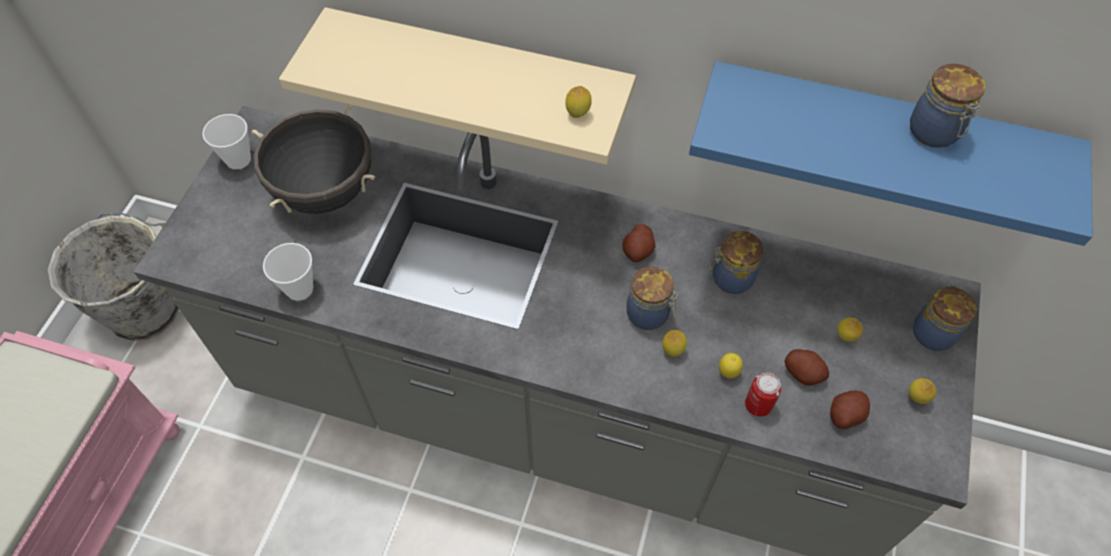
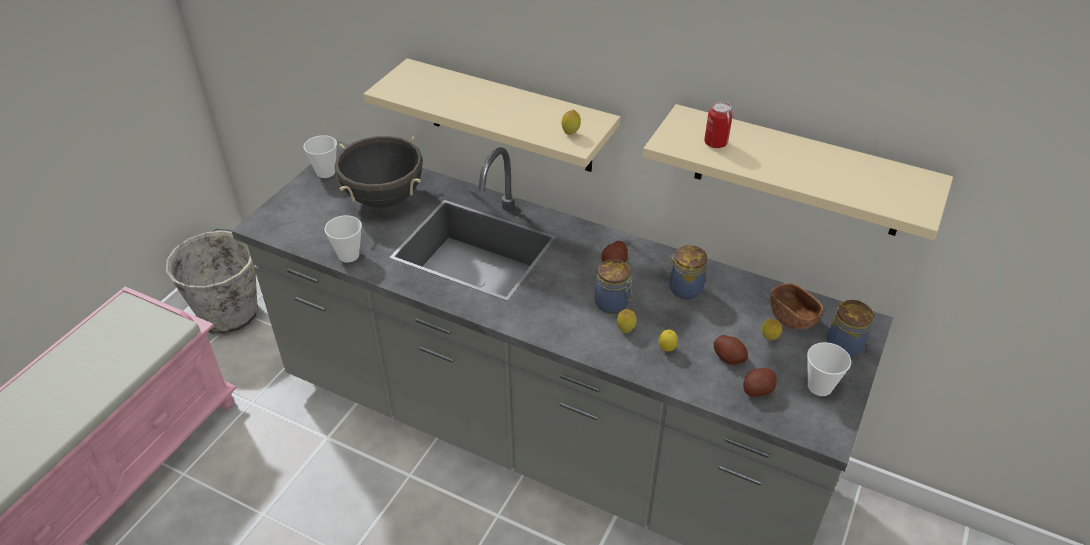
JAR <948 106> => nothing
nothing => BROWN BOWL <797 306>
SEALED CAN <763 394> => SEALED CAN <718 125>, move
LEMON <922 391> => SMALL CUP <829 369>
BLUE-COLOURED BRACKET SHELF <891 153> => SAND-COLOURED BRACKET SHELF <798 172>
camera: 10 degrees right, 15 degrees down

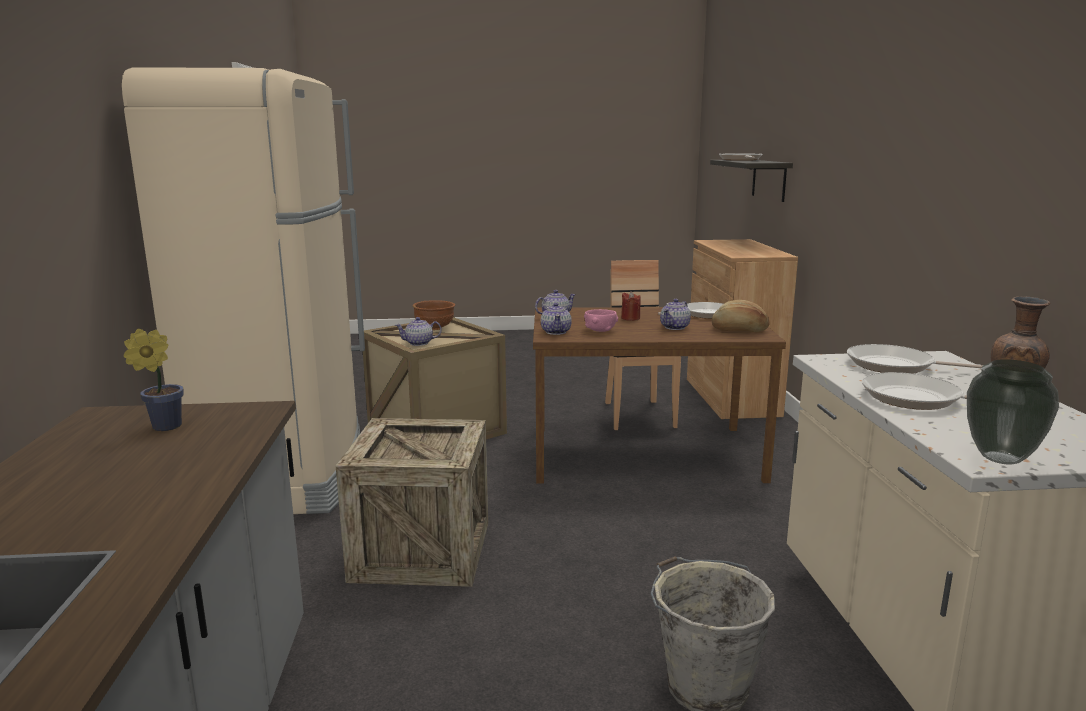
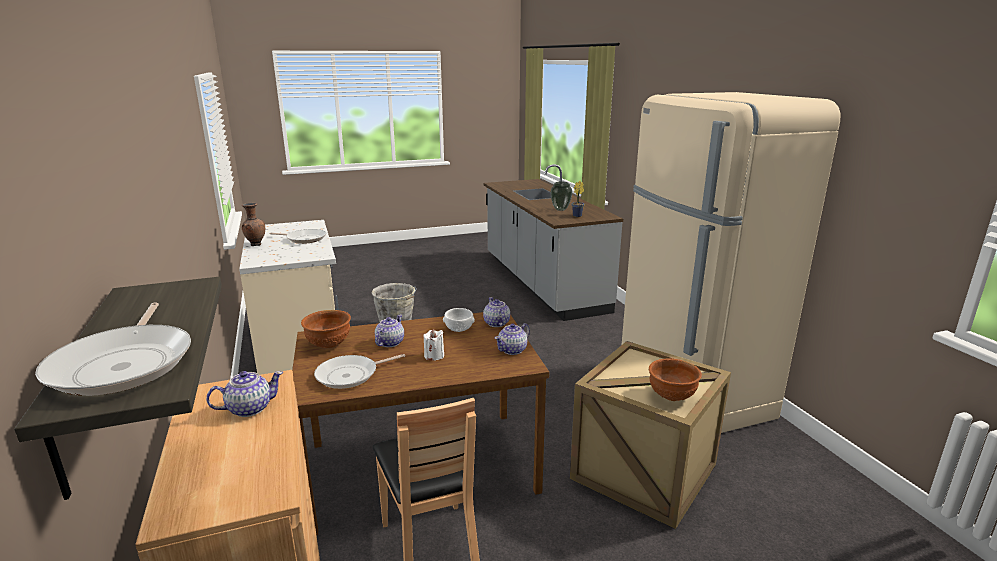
CRATE <412 502> => nothing
SKILLET <915 359> => nothing
TEA POT <418 331> => TEA POT <244 394>, move
FLOWER VASE <1013 411> => FLOWER VASE <561 196>, move
BREAD <741 316> => BROWN BOWL <326 329>
PINK-COLOURED BOWL <601 320> => WHITE-COLOURED BOWL <459 320>
RED WAX LIGHT <631 306> => WHITE-COLOURED WAX LIGHT <434 344>
camera: 165 degrees right, 5 degrees up

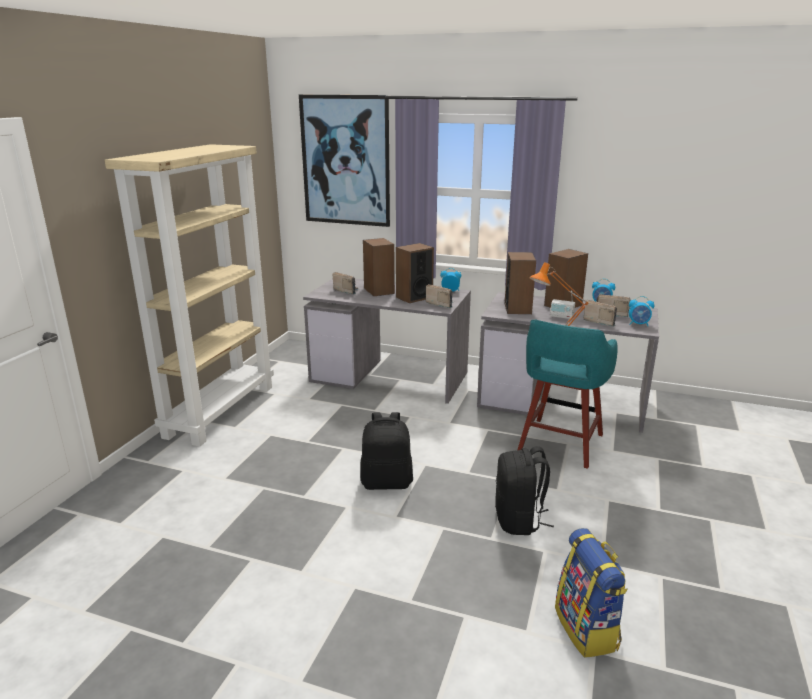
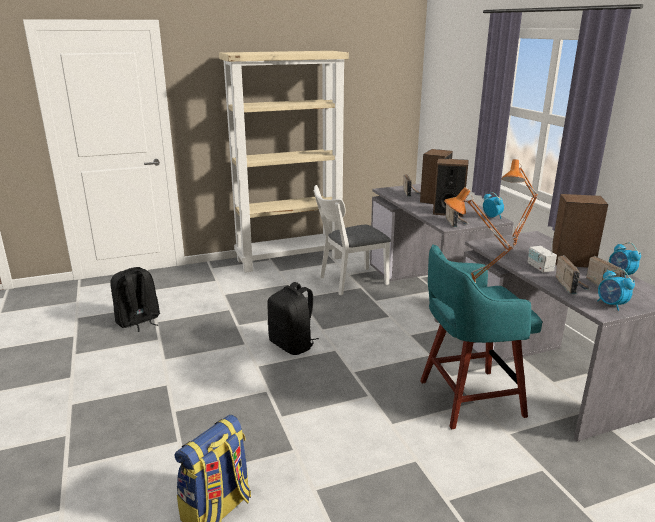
PICTURE <344 161> => nothing
nothing => WHITE-COLOURED PLAIN CHAIR <352 240>
BLACK KNAPSACK <524 490> => BLACK KNAPSACK <135 299>, move
SPEAKER <520 283> => ORANGE TABLETOP LAMP <520 203>
camera: 50 degrees right, 0 degrees up

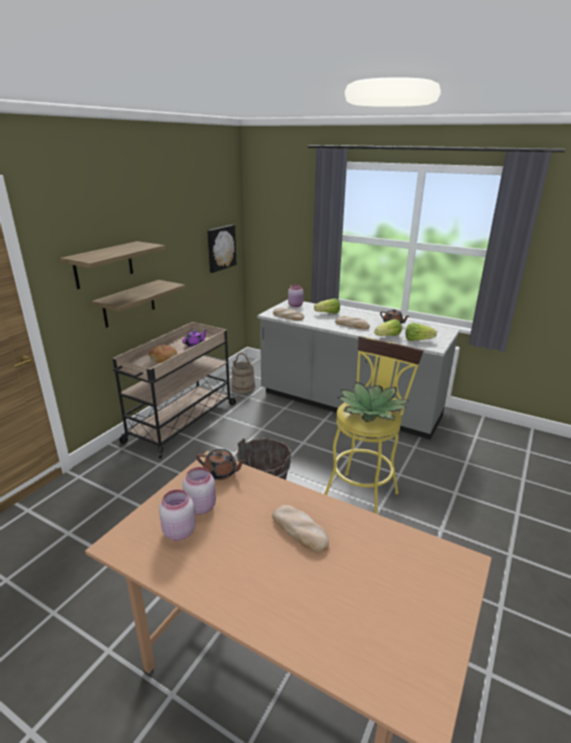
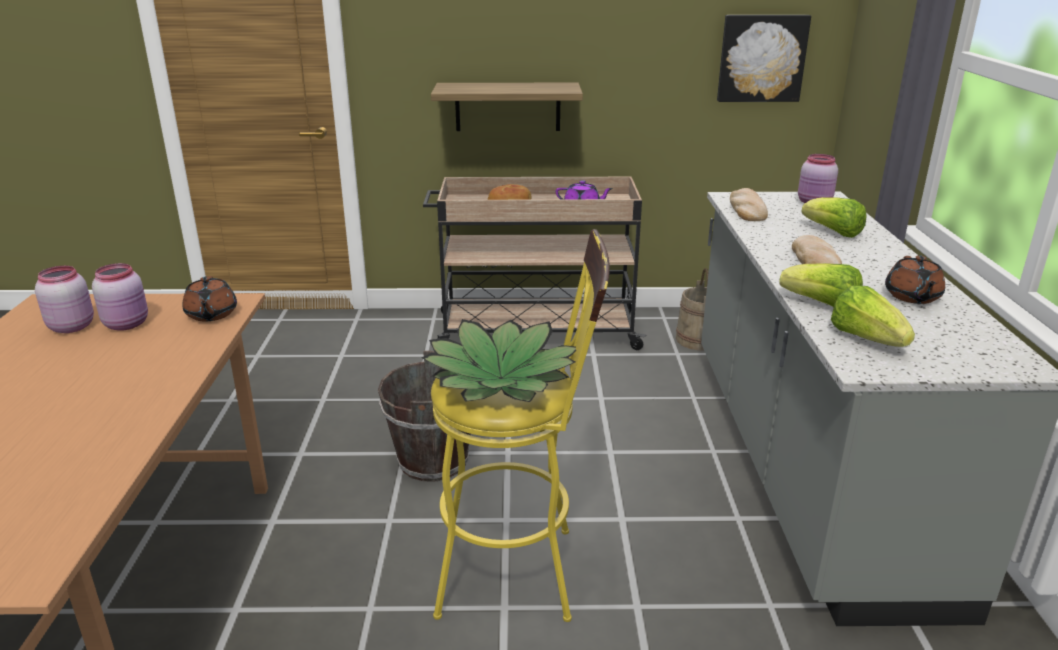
BRACKET SHELF <112 265> => nothing
BREAD <300 529> => nothing
camera: 60 degrees right, 0 degrees up

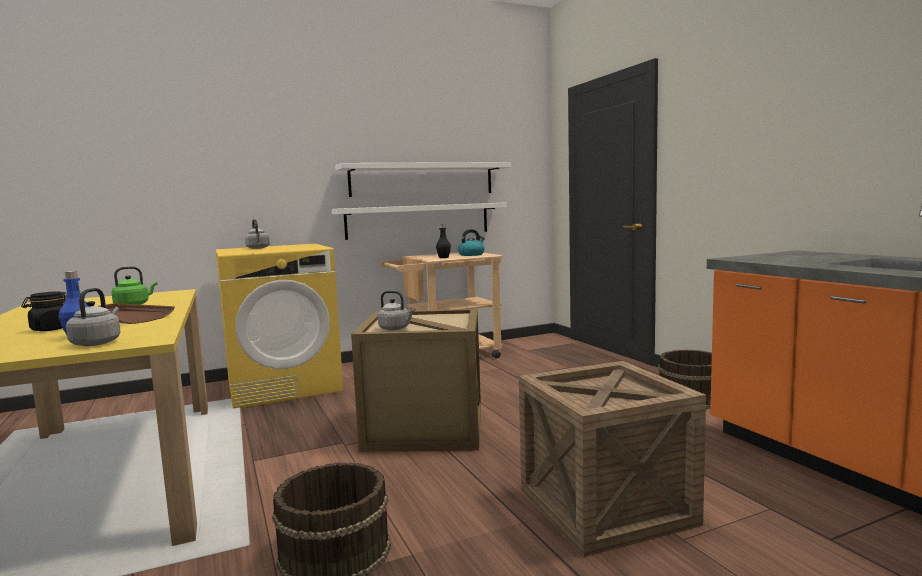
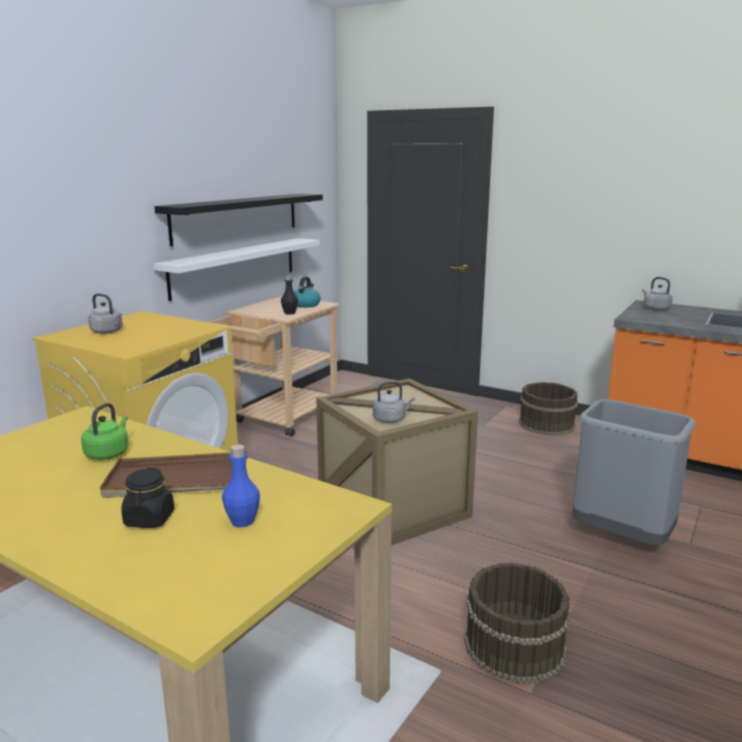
GRAY KETTLE <93 317> => GRAY KETTLE <657 294>, move
CRATE <612 459> => GRAY TRASH CAN <634 472>
WHITE-COLOURED BRACKET SHELF <423 179> => BLACK BRACKET SHELF <238 220>
camera: 35 degrees left, 10 degrees up

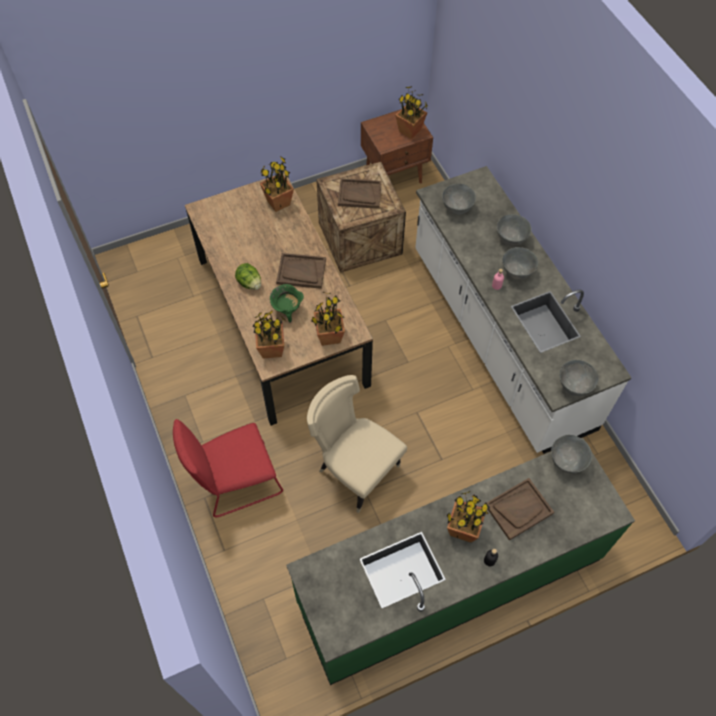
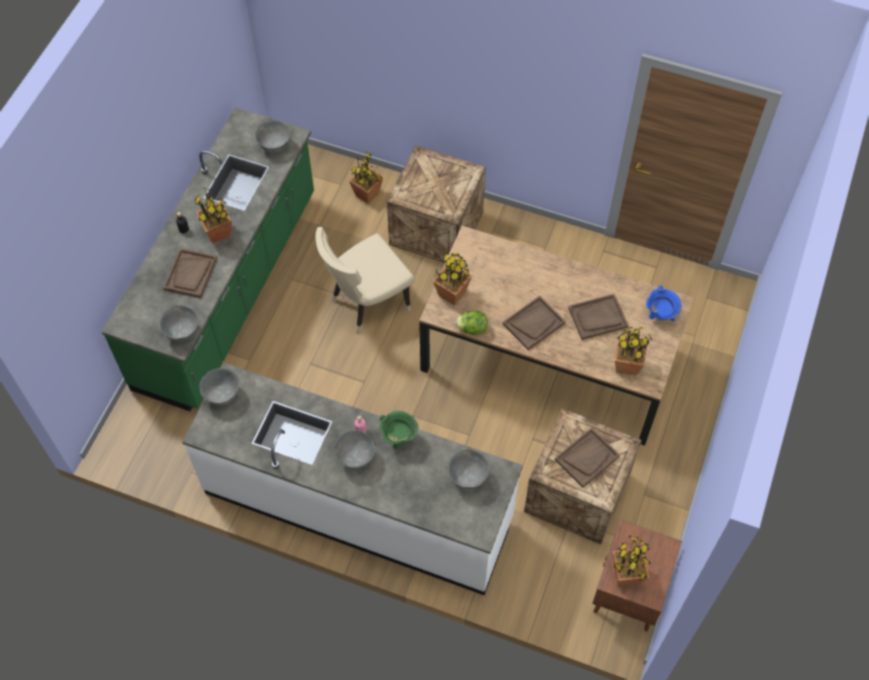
nothing => BROWN SERVING TRAY <598 317>
nothing => BLUE-COLOURED COOKING POT <664 303>
HEAD OF LETTUCE <248 276> => HEAD OF LETTUCE <471 323>, move
POTTED PLANT <269 334> => POTTED PLANT <366 178>, move
GREENISH COOKING POT <287 303> => GREENISH COOKING POT <399 430>, move
GRAY BOWL <514 230> => GRAY BOWL <273 137>, move
RED PLAIN CHAIR <228 468> => CRATE <436 204>
SAND-COLOURED PLAIN CHAIR <357 444> => SAND-COLOURED PLAIN CHAIR <365 280>, 150 degrees clockwise
camera: 135 degrees right, 0 degrees up

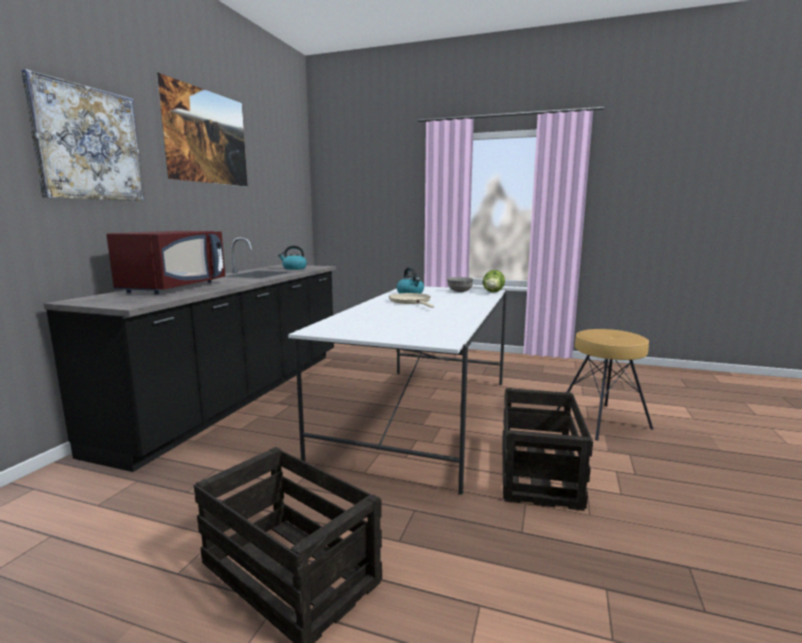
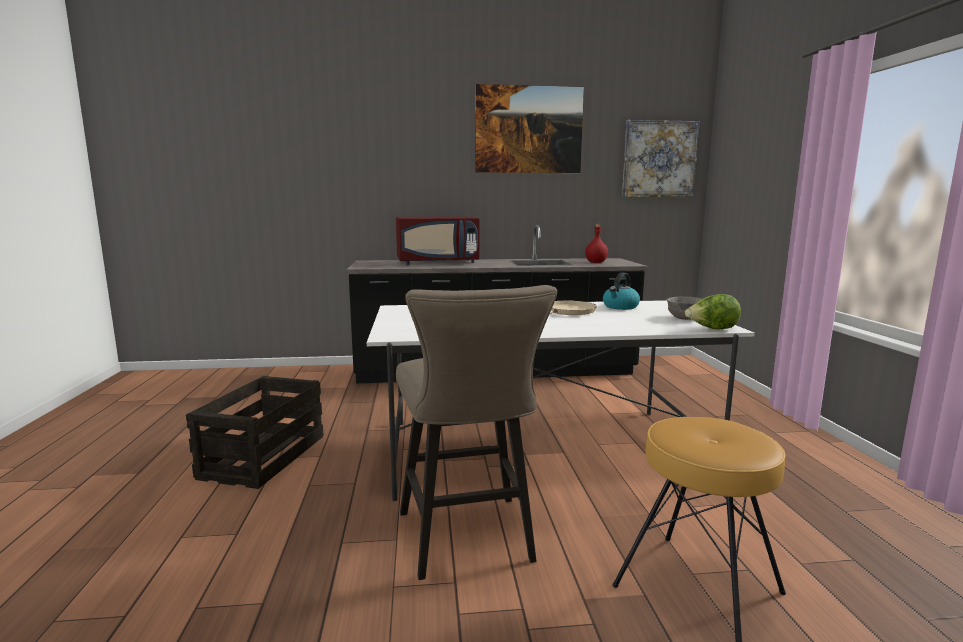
PICTURE <82 135> => PICTURE <661 158>, move
KETTLE <292 257> => RED BEVERAGE BOTTLE <596 243>
CRATE <547 449> => SAND-COLOURED STOOL SEAT <476 432>
camera: 65 degrees right, 0 degrees up

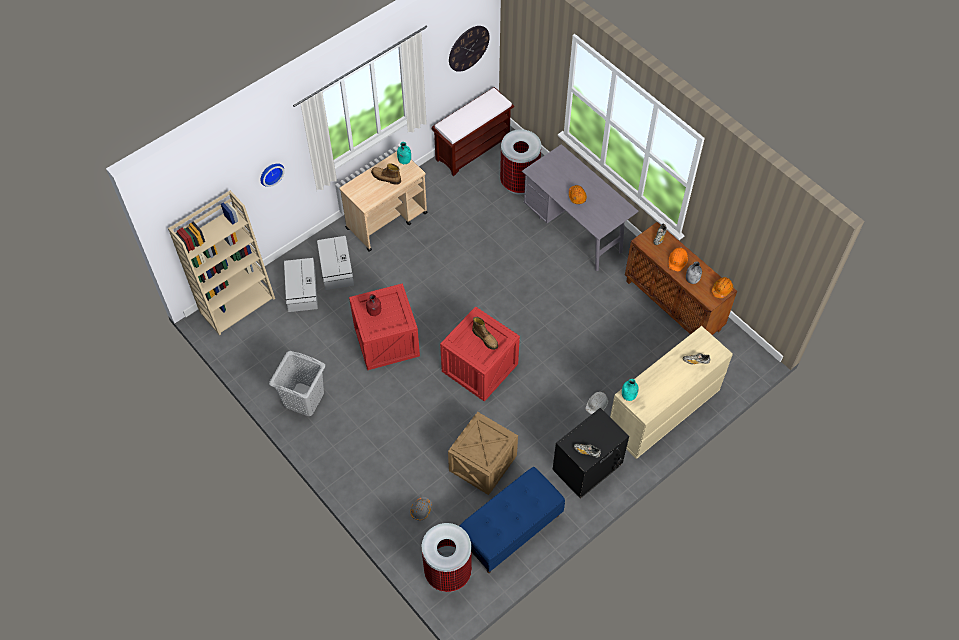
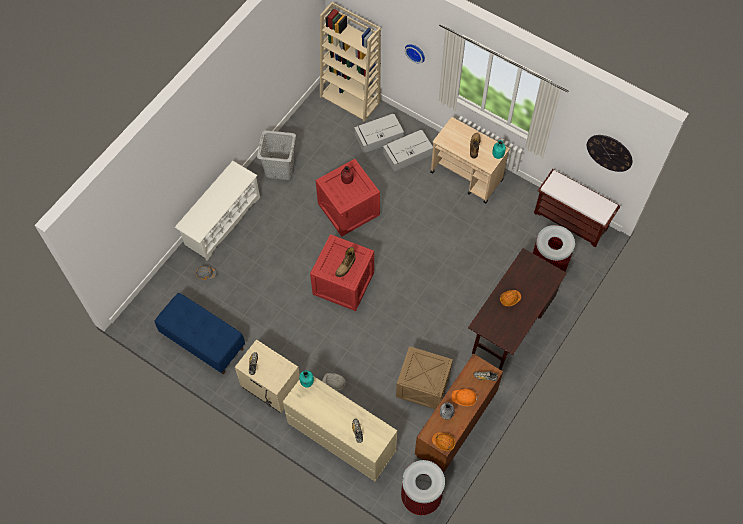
nothing => WHITE-COLOURED SHOE STAND <217 211>
TRASH CAN <447 557> => TRASH CAN <423 487>, move
CRATE <483 453> => CRATE <424 377>, move
GRAY DESK UNIT <580 207> => BROWN DESK UNIT <517 309>
BLACK NIGHT TABLE <591 453> => SAND-COLOURED NIGHT TABLE <267 376>
camera: 75 degrees right, 5 degrees up

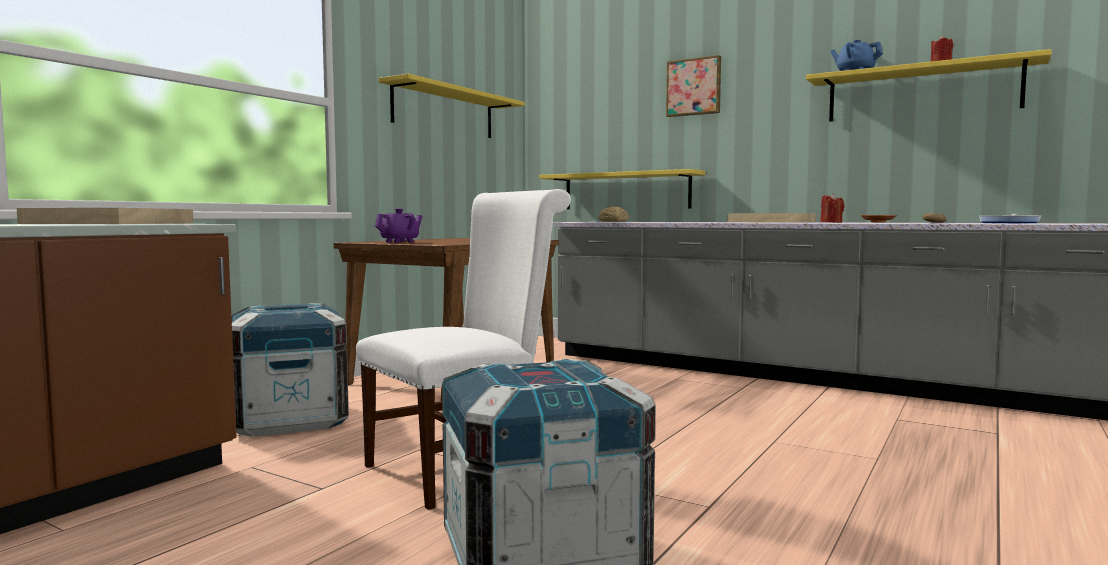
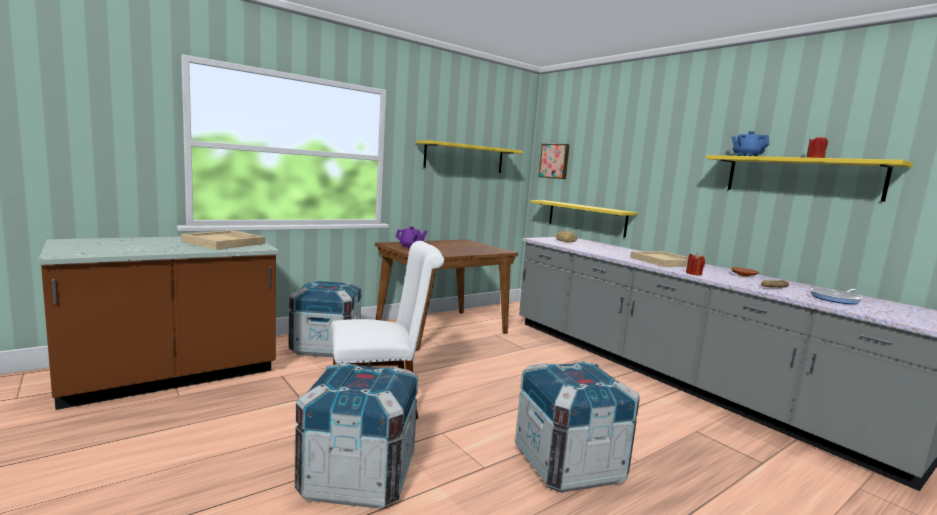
nothing => CRATE <577 427>
PICTURE <693 86> => PICTURE <554 161>, move
camera: 20 degrees right, 5 degrees up

